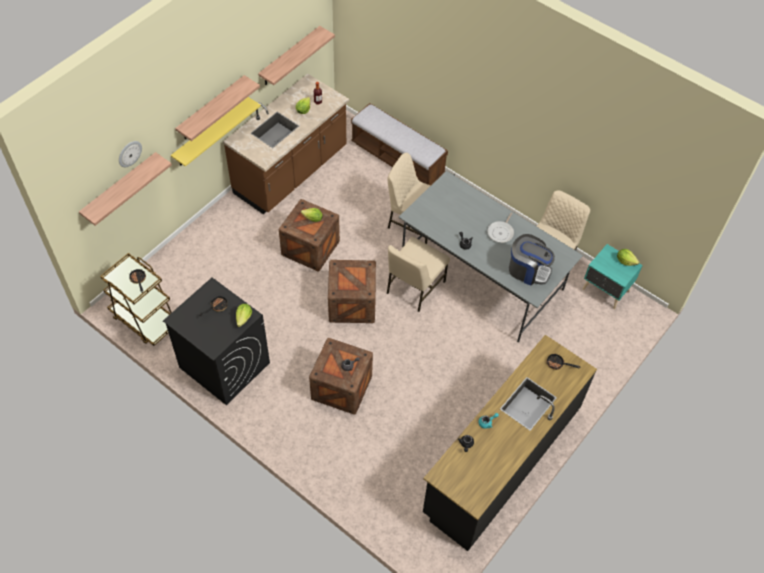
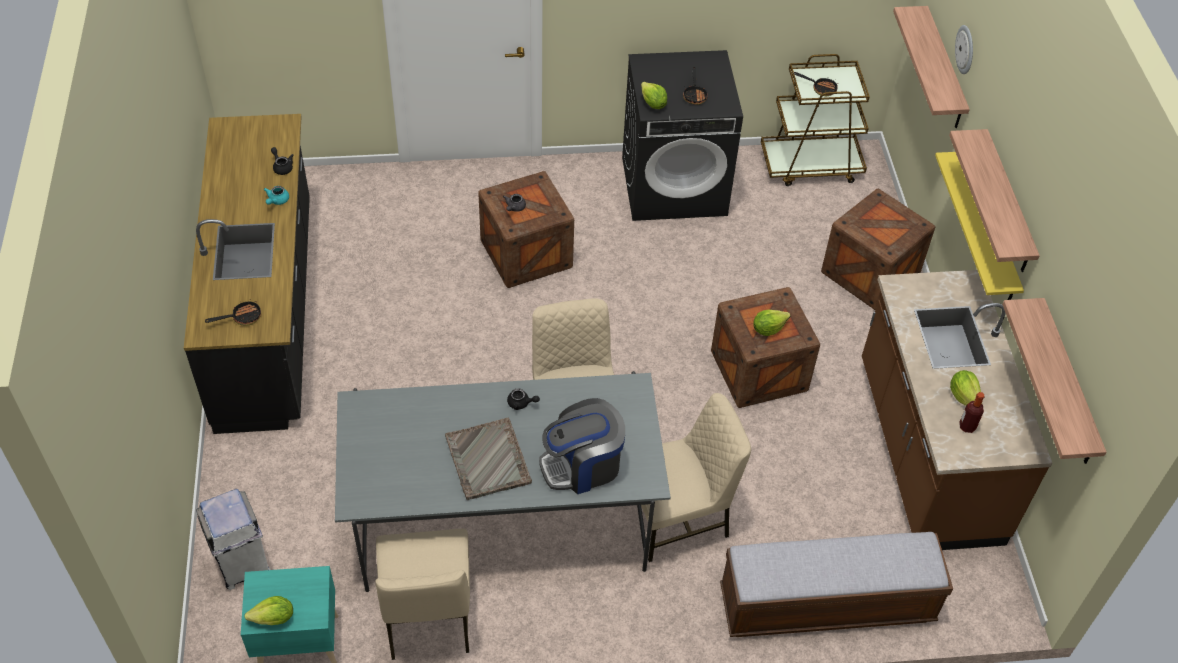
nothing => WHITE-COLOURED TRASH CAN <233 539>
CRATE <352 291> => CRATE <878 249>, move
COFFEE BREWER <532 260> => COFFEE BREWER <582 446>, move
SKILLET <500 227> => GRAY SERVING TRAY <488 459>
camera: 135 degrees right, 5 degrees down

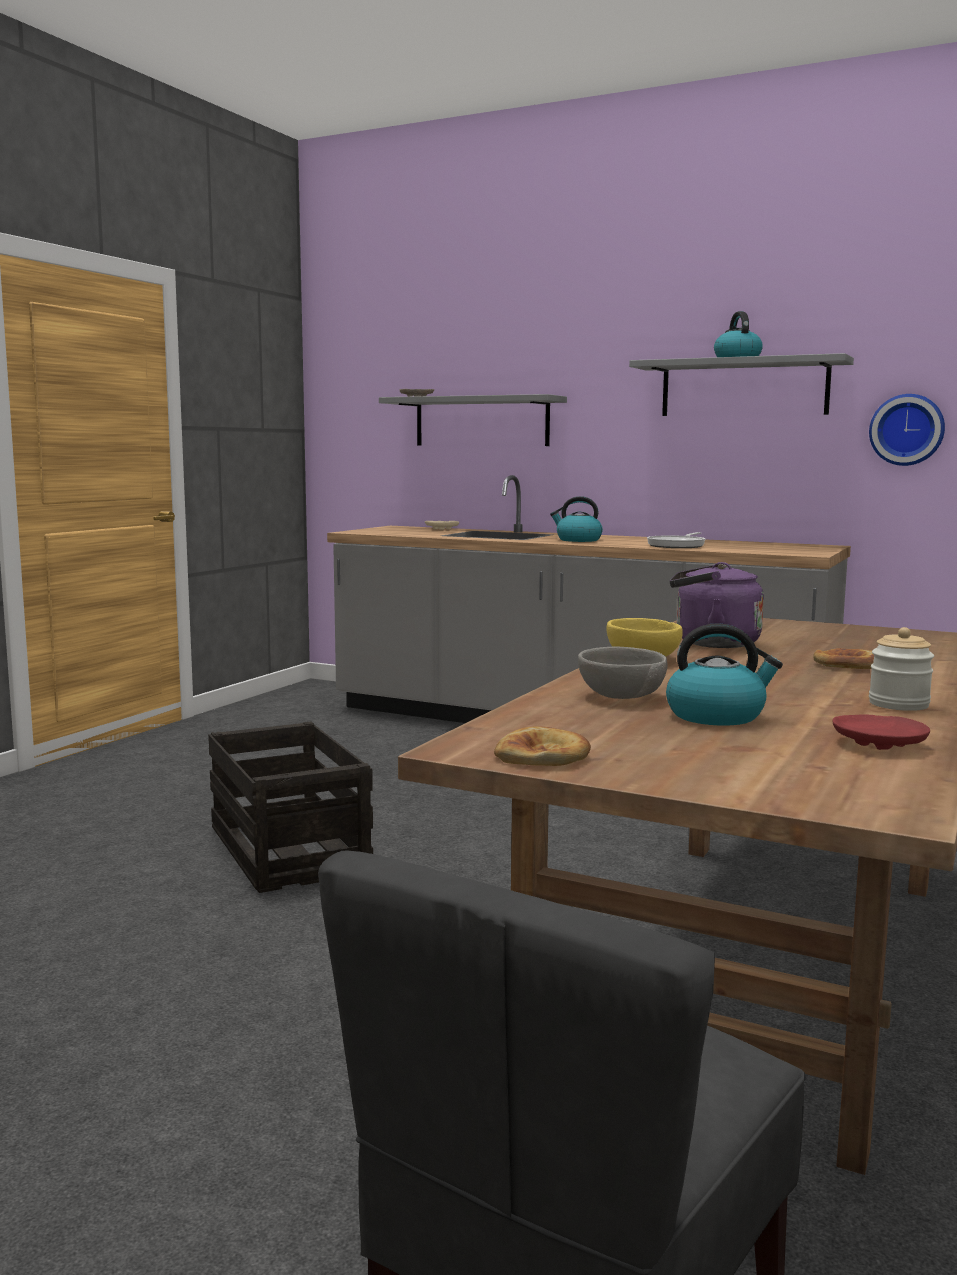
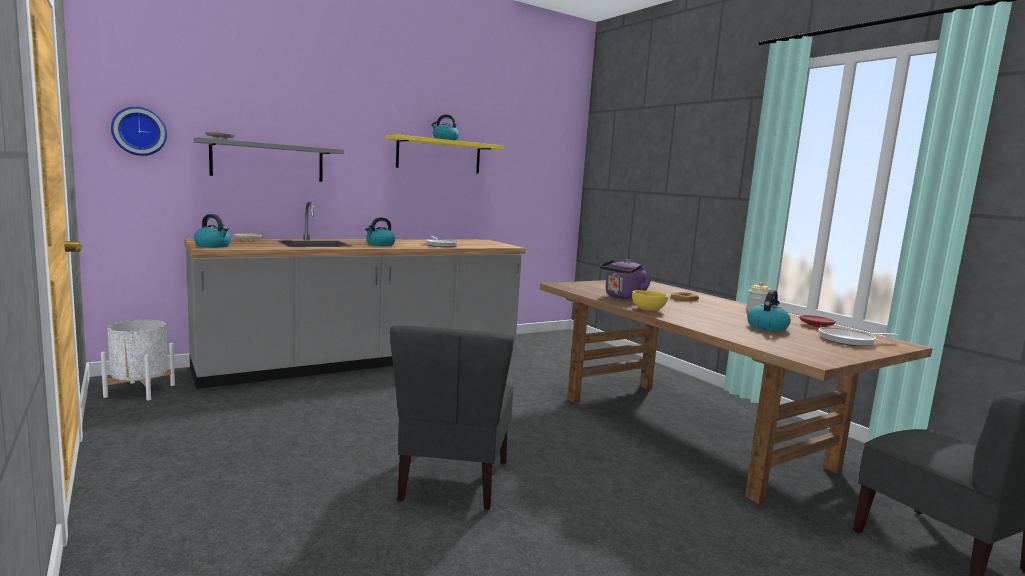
BREAD <542 746> => nothing
GRAY BOWL <622 673> => nothing
nothing => WHITE-COLOURED FLOWER POT <138 360>
nothing => KETTLE <212 231>
nothing => SKILLET <858 336>
HANGING CLOCK <907 430> => HANGING CLOCK <139 131>, move
CRATE <290 807> => GRAY PLAIN CHAIR <452 418>
GRAY BRACKET SHELF <741 384> => YELLOW BRACKET SHELF <445 154>
camera: 60 degrees left, 0 degrees up

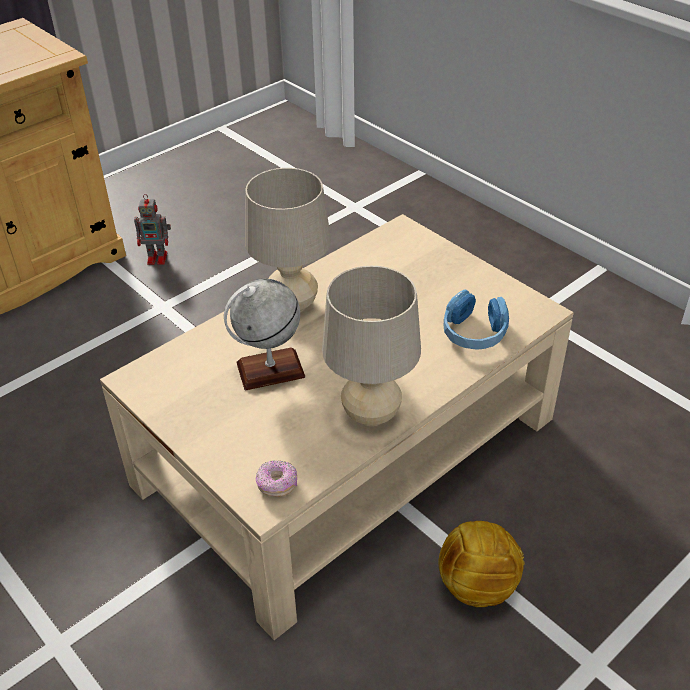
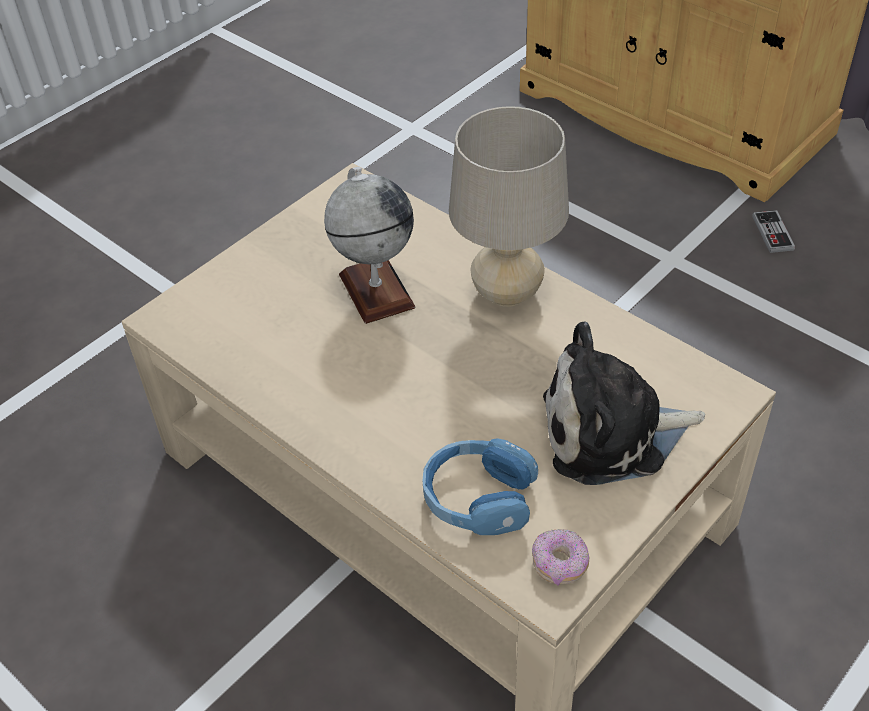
SAND-COLOURED TABLETOP LAMP <371 346> => nothing
FOOTBALL BALL <481 564> => nothing
nothing => SOFT TOY <624 403>
DONUT <276 478> => DONUT <560 557>, move
TOY ROBOT <152 229> => JOYPAD <774 231>
camera: 85 degrees right, 5 degrees up

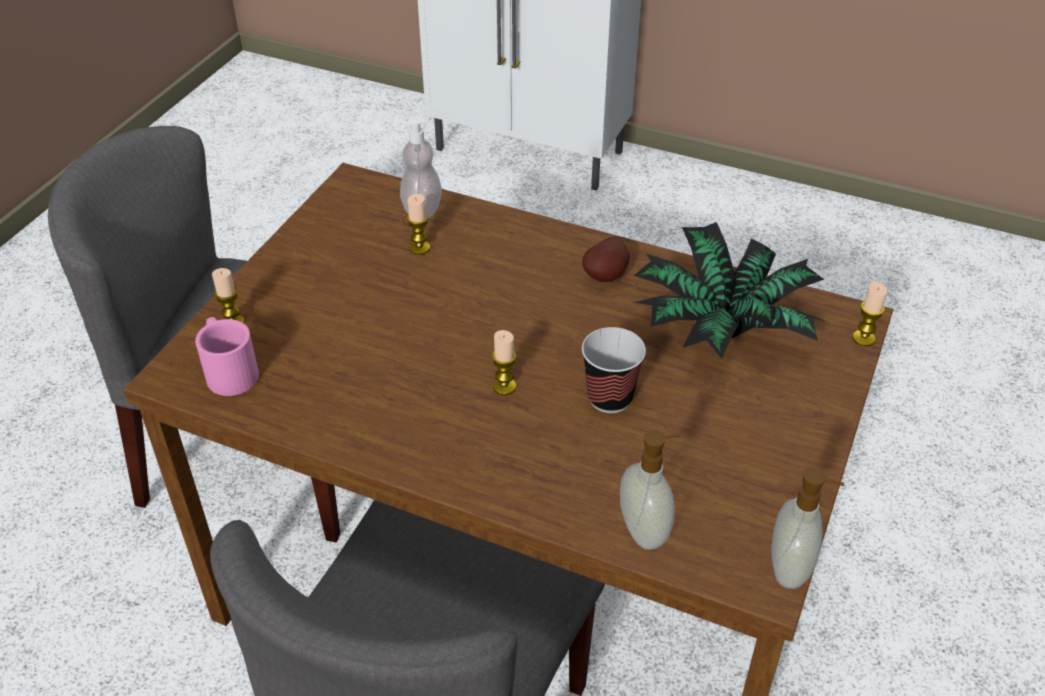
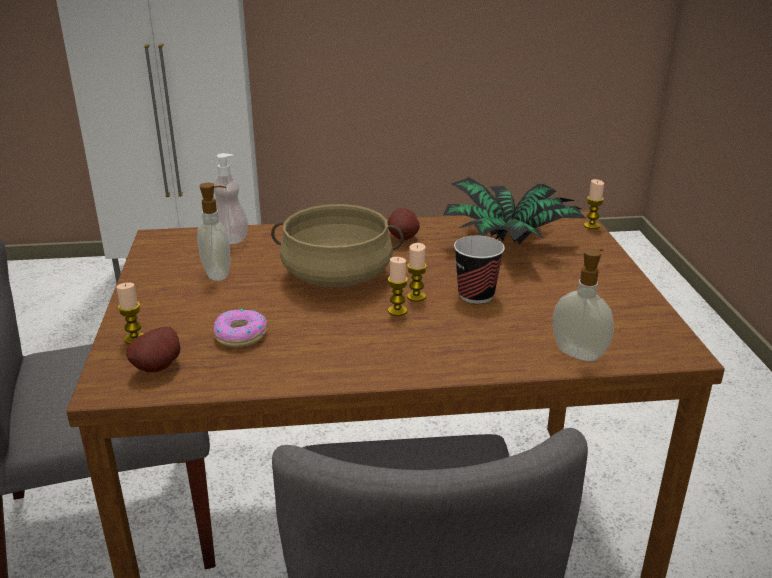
nothing => DONUT <240 328>
nothing => SAND-COLOURED COOKING POT <337 245>
WAX LIGHT <418 224> => WAX LIGHT <417 272>, move
SOAP BOTTLE <807 528> => SOAP BOTTLE <213 232>, move
PINK-COLOURED TEA MUG <227 356> => POTATO <153 350>
camera: 30 degrees left, 15 degrees down

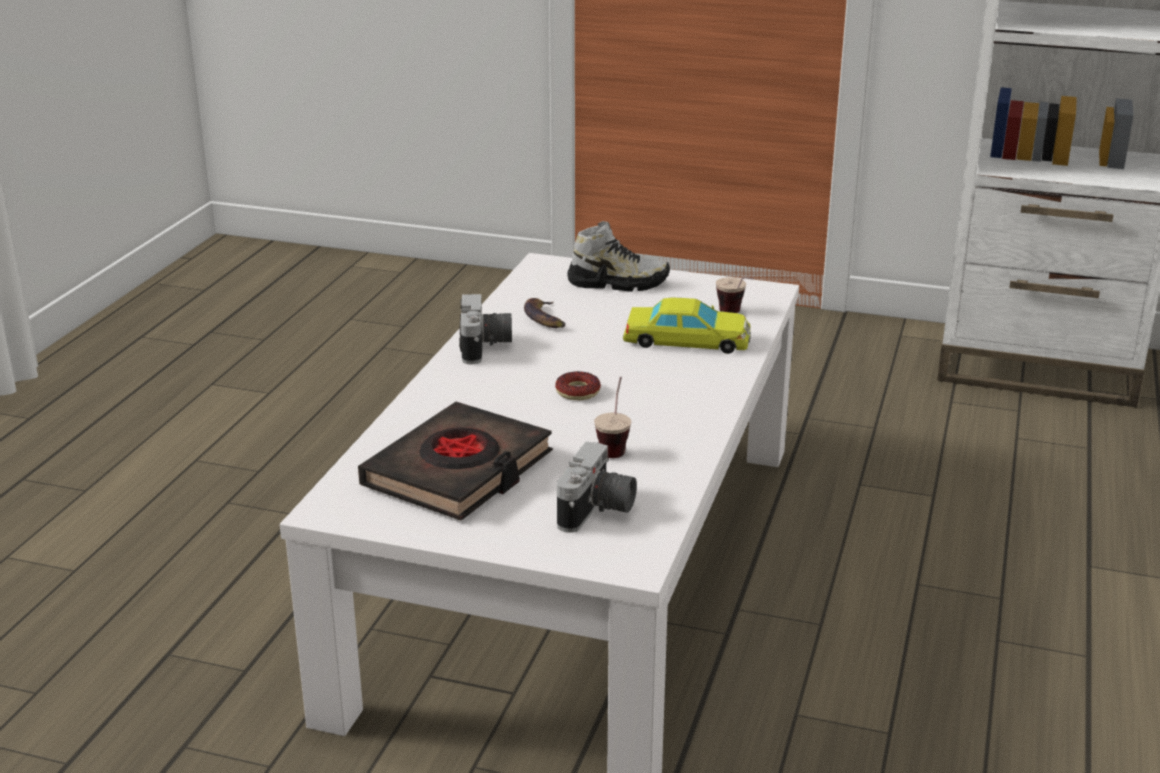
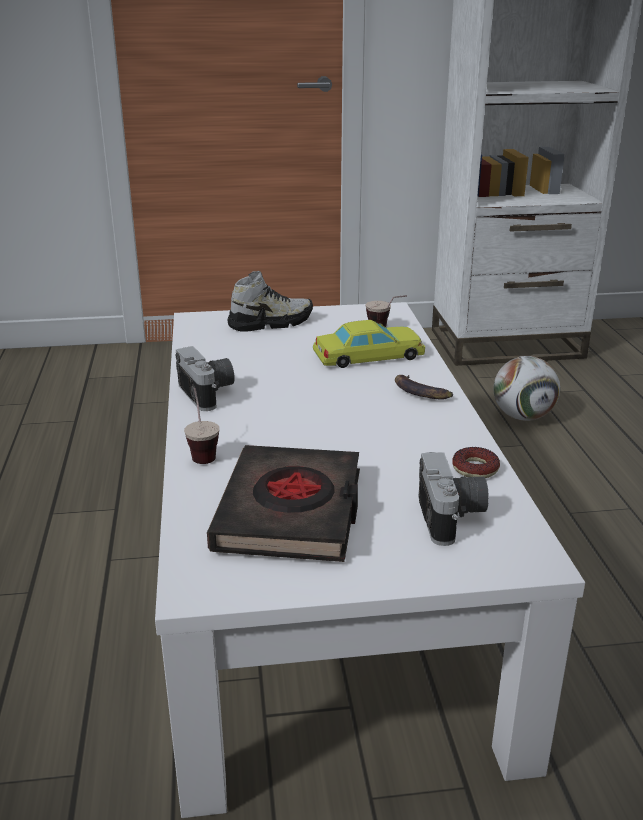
nothing => FOOTBALL BALL <526 388>
BANANA <544 313> => BANANA <424 387>, move
DONUT <578 385> => DONUT <476 462>, move
SMALL CUP <612 417> => SMALL CUP <202 426>, move
camera: 25 degrees left, 0 degrees up

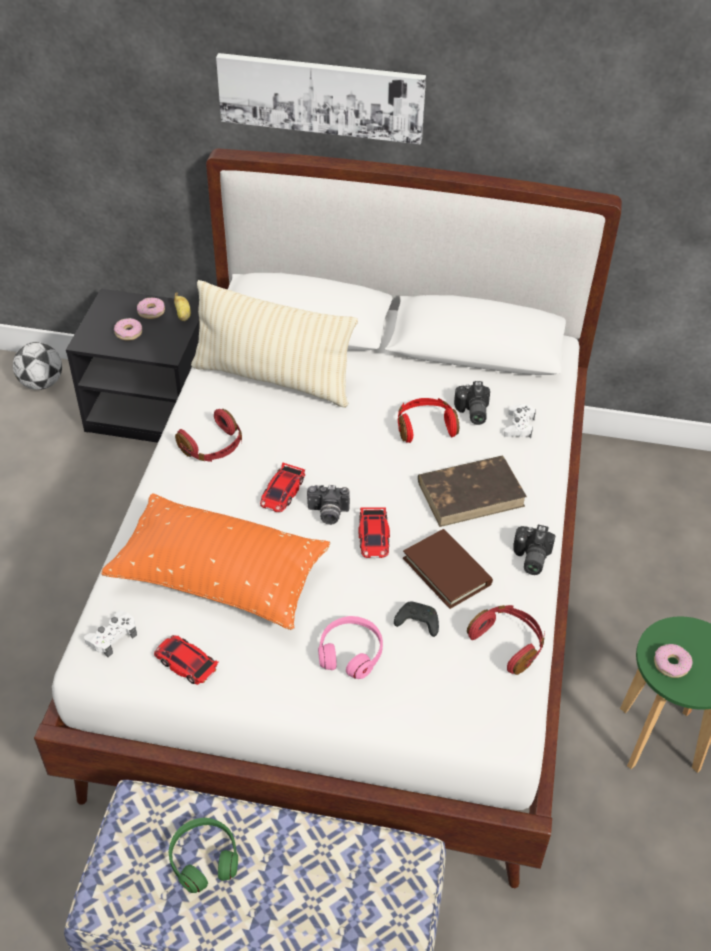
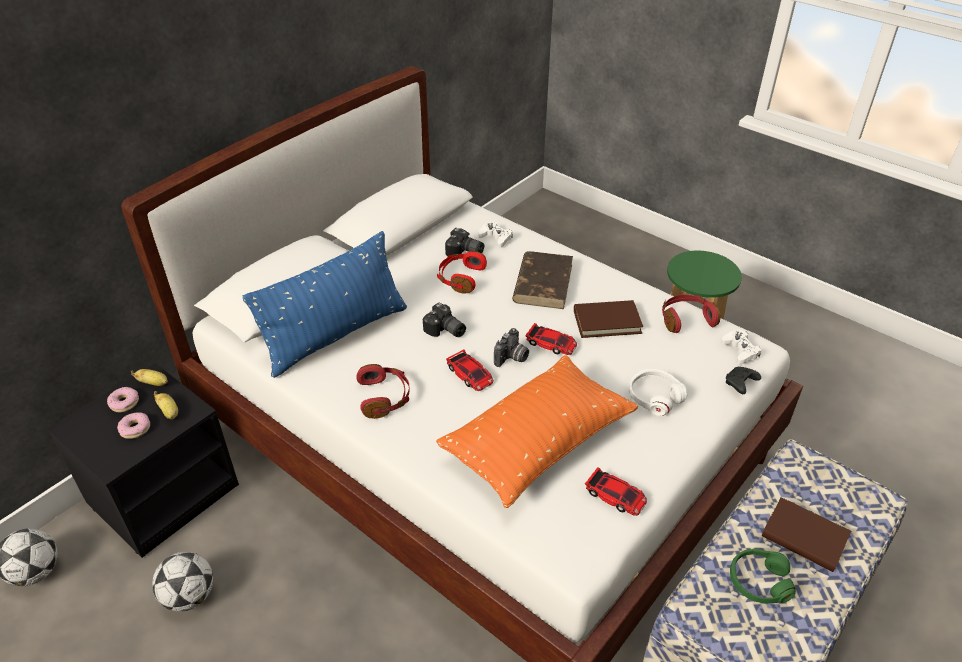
PICTURE <321 99> => nothing
DONUT <673 661> => nothing
nothing => FOOTBALL BALL <182 582>
nothing => BANANA <166 405>
nothing => BROWN VOLUME <806 534>
WHITE-COLOURED JOYPAD <110 634> => WHITE-COLOURED JOYPAD <741 347>, move
BLACK JOYPAD <416 619> => BLACK JOYPAD <743 380>, move
PHOTO CAMERA <534 550> => PHOTO CAMERA <444 320>, move
SAND-COLOURED PILLOW <274 344> => BLUE-COLOURED PILLOW <325 304>
PINK-COLOURED HEADSET <350 647> => WHITE-COLOURED HEADSET <658 392>
MODEL CAR <186 660> => MODEL CAR <616 491>, 120 degrees counterclockwise
camera: 60 degrees left, 5 degrees down

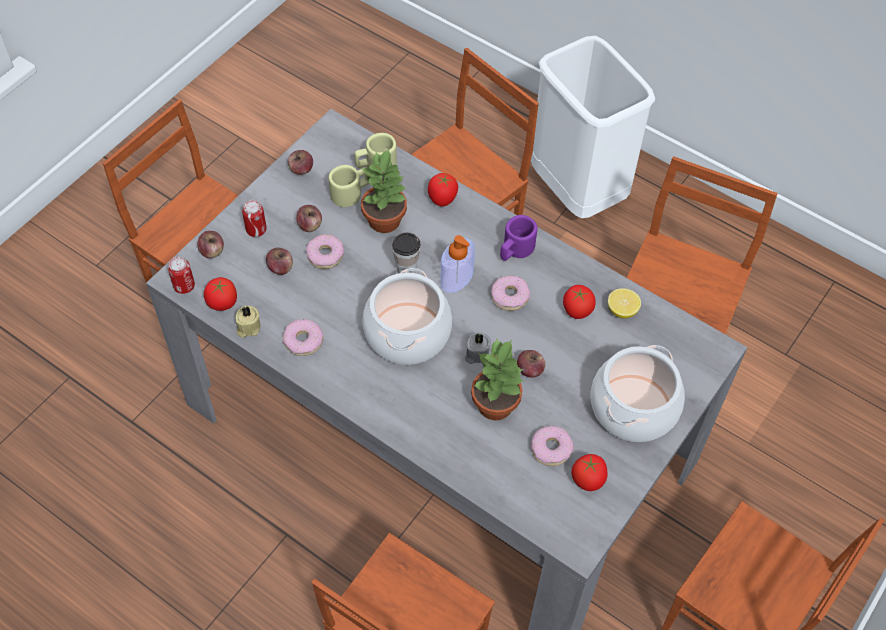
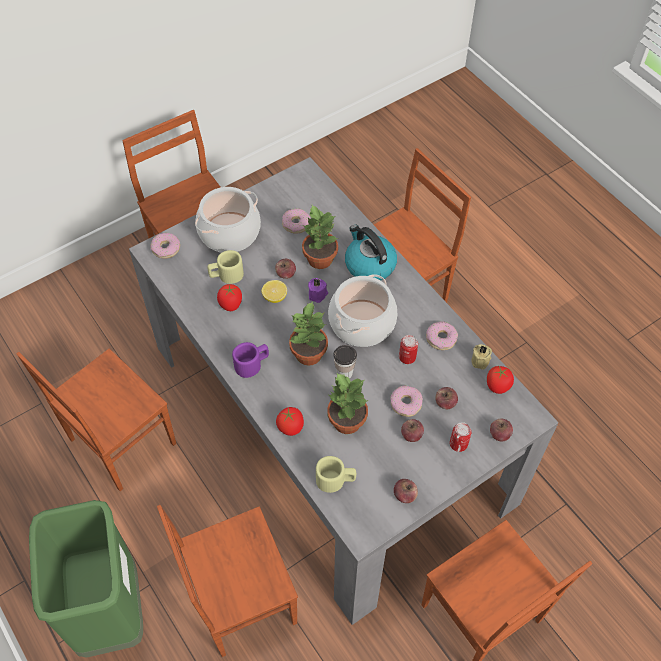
FRESH TOMATO <590 472> => nothing
nothing => KETTLE <371 252>
SEALED CAN <181 275> => SEALED CAN <408 349>, move
SAND-COLOURED TEA MUG <348 186> => SAND-COLOURED TEA MUG <225 267>, move
DONUT <510 293> => DONUT <165 246>, move
LEMON <624 303> => LEMON <274 291>, move
SOAP BOTTLE <457 264> => POTTED PLANT <308 333>
GRAY WAX LIGHT <478 348> => PURPLE WAX LIGHT <318 290>
WHITE-COLOURED TRASH CAN <593 127> => GREENISH TRASH CAN <86 579>
camera: 160 degrees left, 0 degrees up

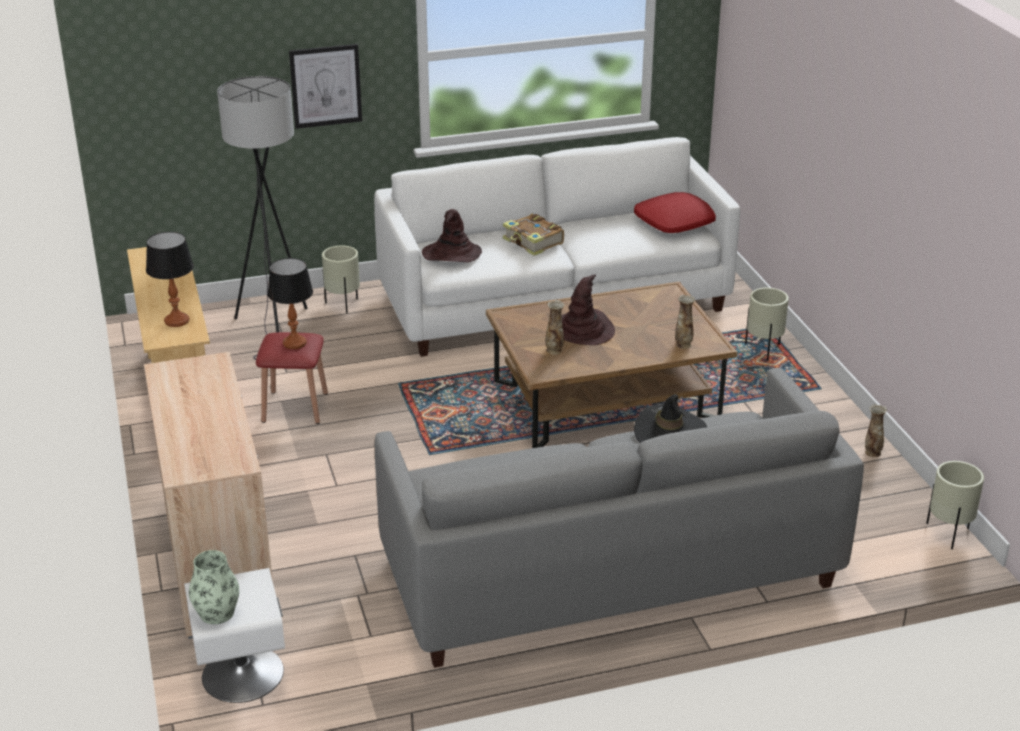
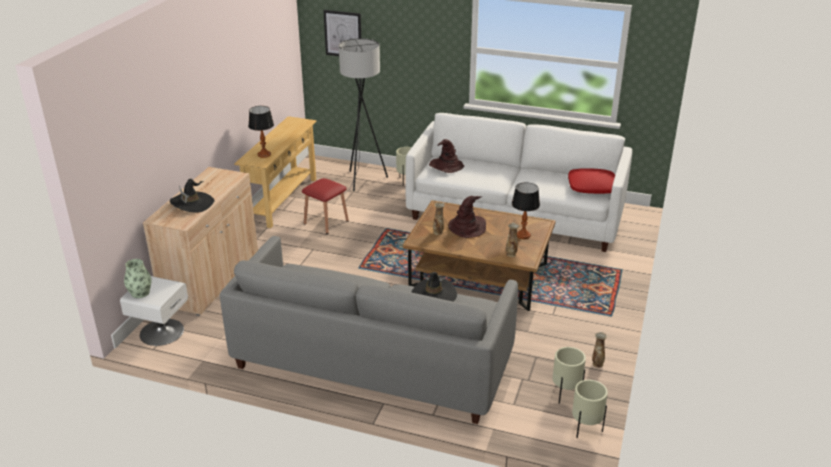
VOLUME <533 235> => nothing
nothing => BLACK WEARABLE HAT <192 196>
TABLETOP LAMP <290 303> => TABLETOP LAMP <526 210>, move
PICTURE <325 86> => PICTURE <342 33>, move
SAND-COLOURED FLOWER POT <767 324> => SAND-COLOURED FLOWER POT <569 375>, move
camera: 35 degrees right, 0 degrees up

